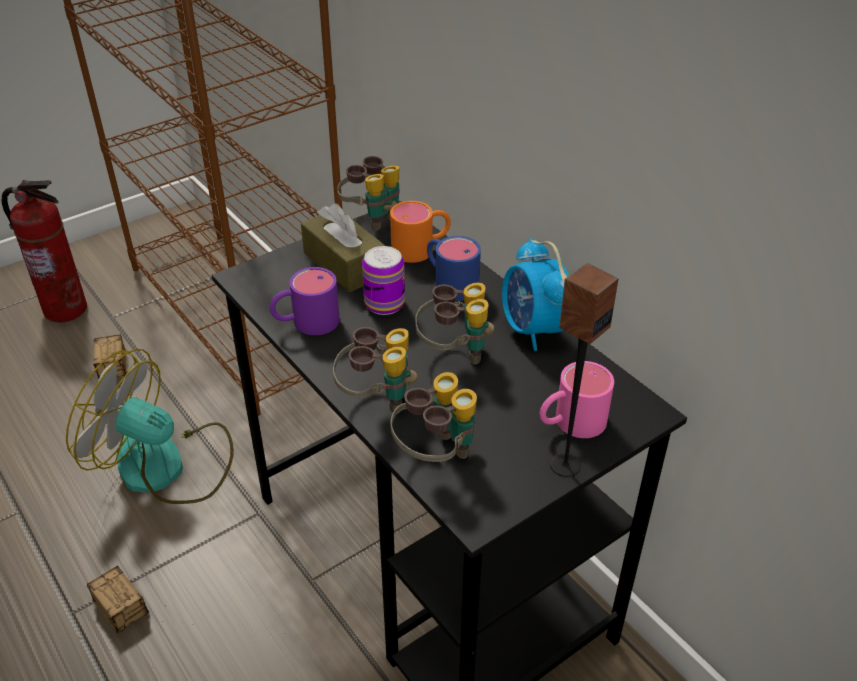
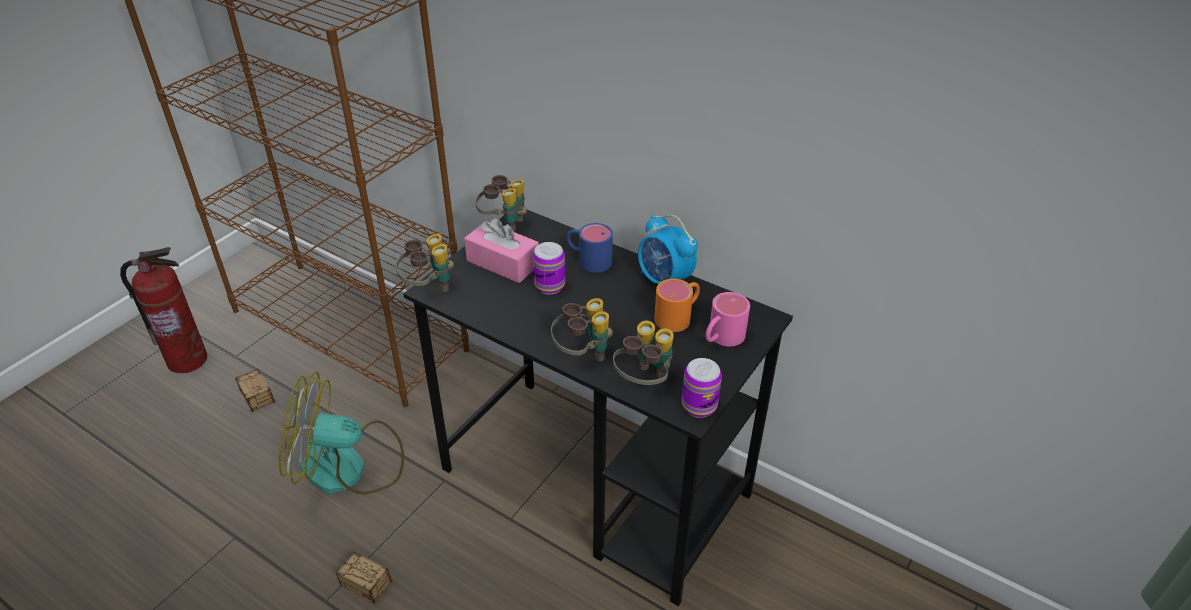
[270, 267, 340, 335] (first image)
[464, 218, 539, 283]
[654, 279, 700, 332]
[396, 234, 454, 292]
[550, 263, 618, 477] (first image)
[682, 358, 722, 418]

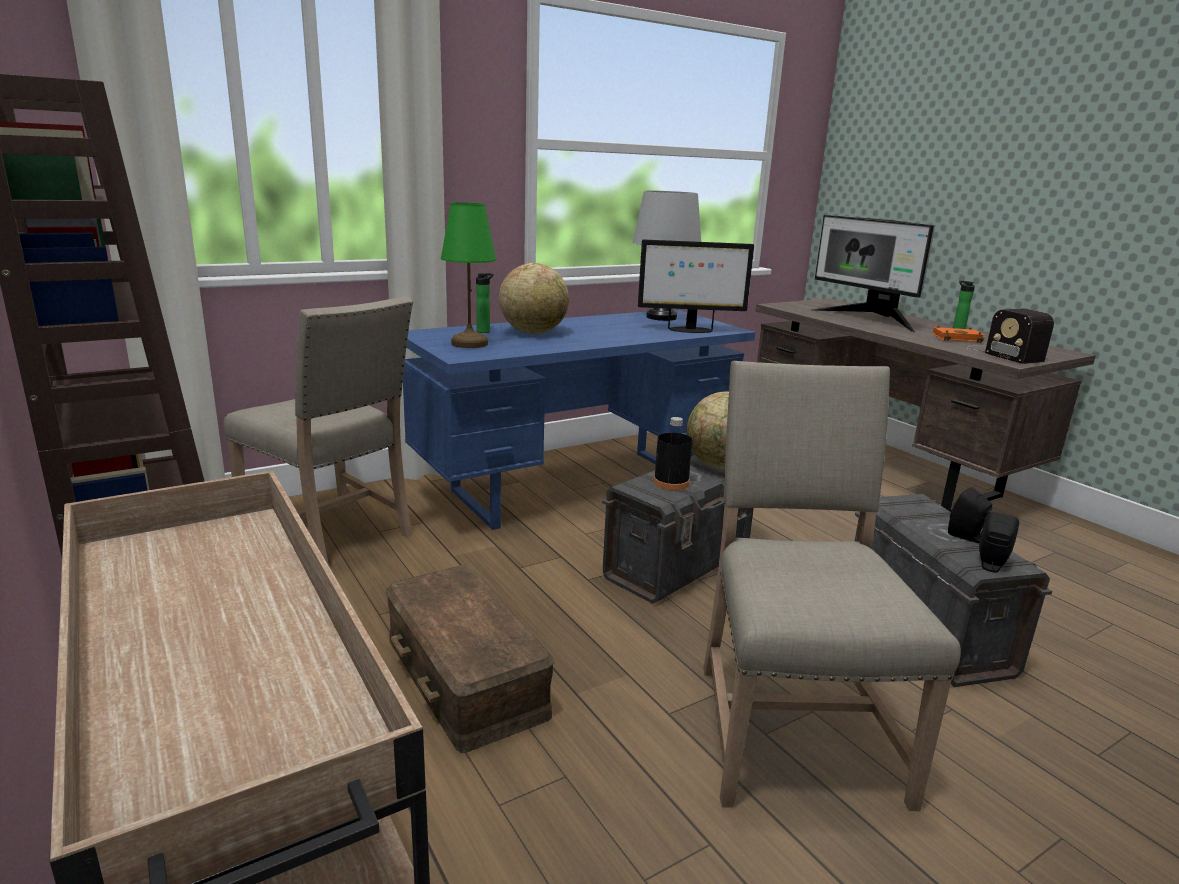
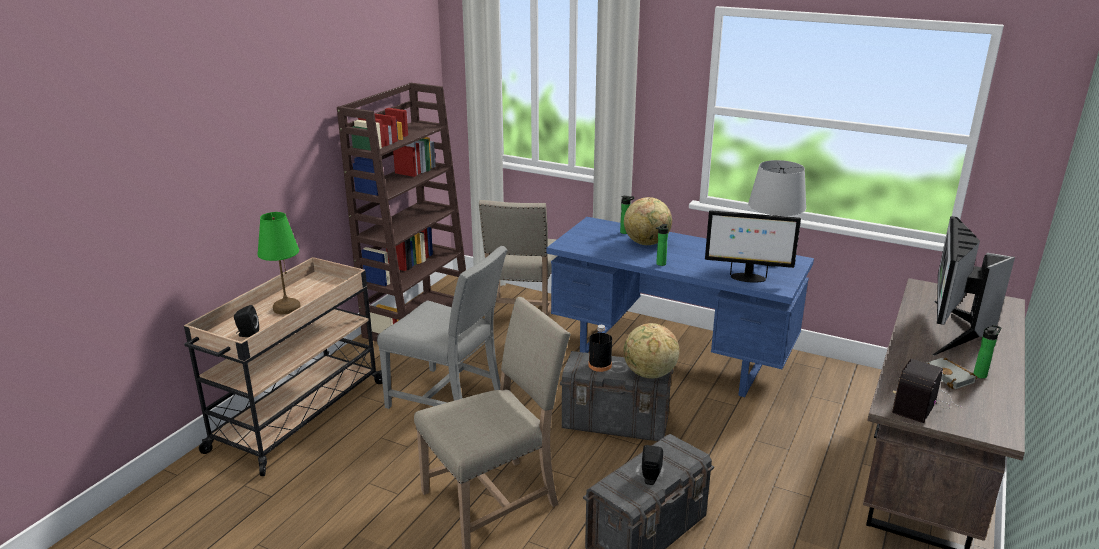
[377, 246, 508, 409]
[257, 212, 301, 315]
[705, 210, 801, 283]
[927, 358, 977, 389]
[234, 305, 259, 337]
[656, 224, 668, 266]

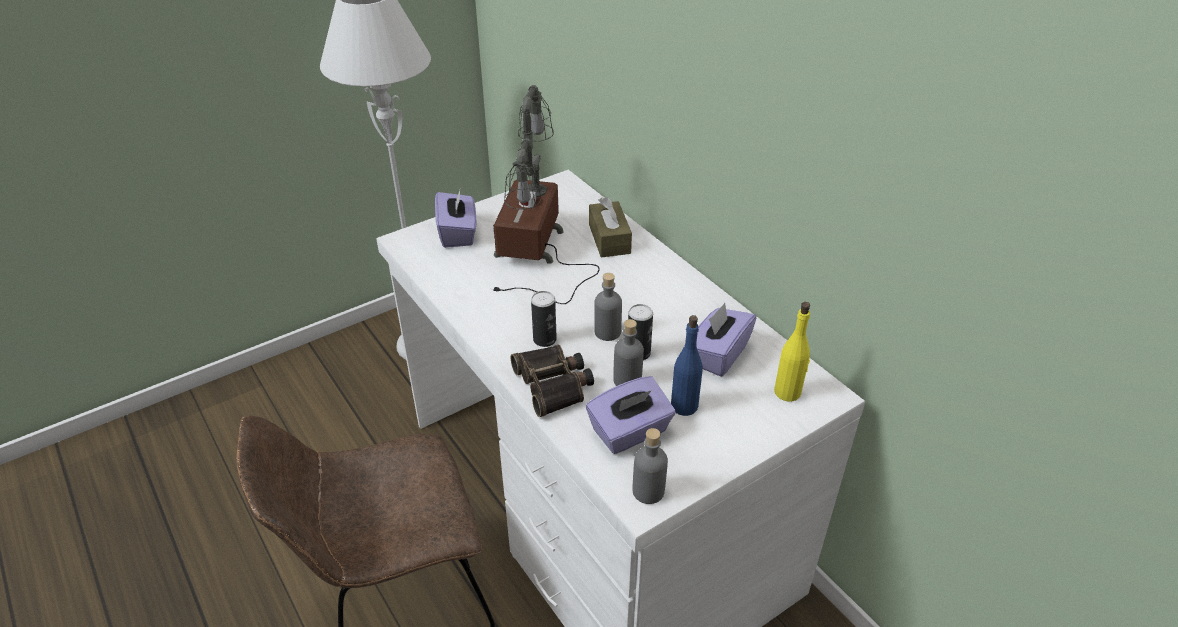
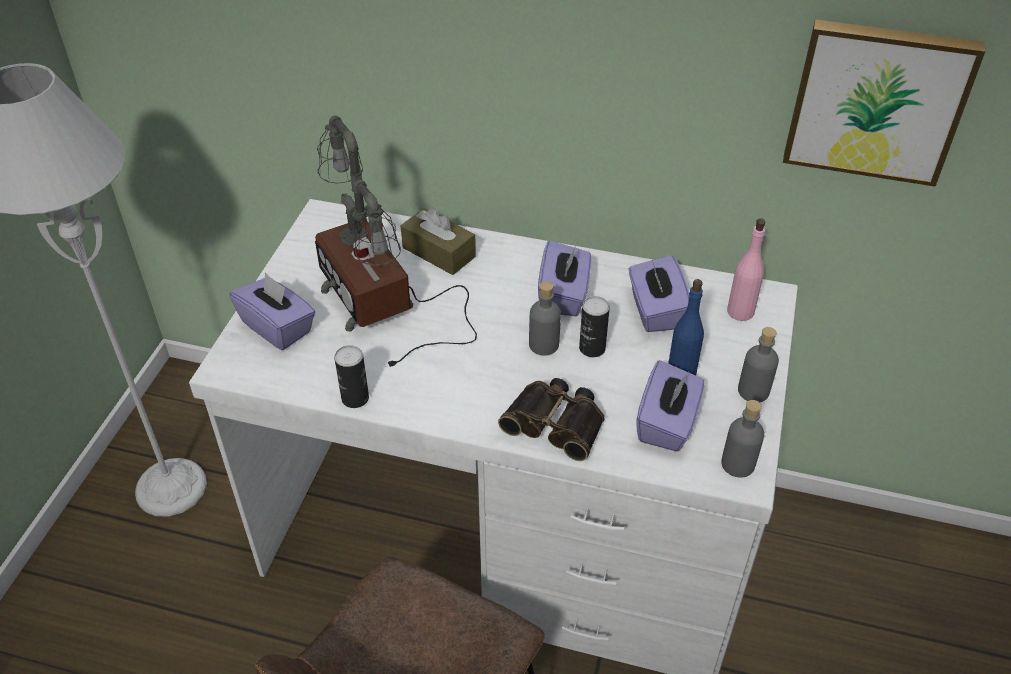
[334, 345, 369, 408]
[738, 327, 779, 402]
[727, 218, 765, 321]
[538, 241, 591, 316]
[783, 19, 985, 187]

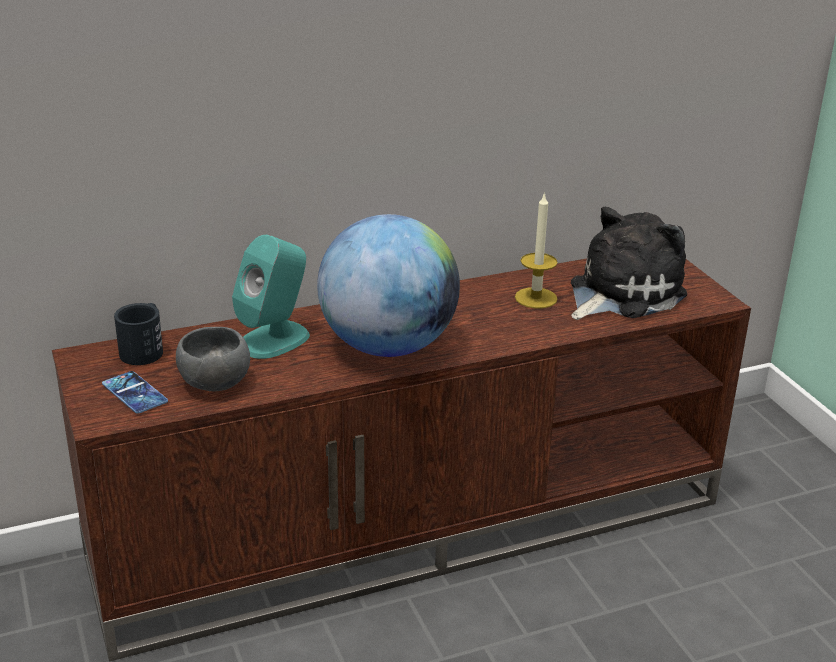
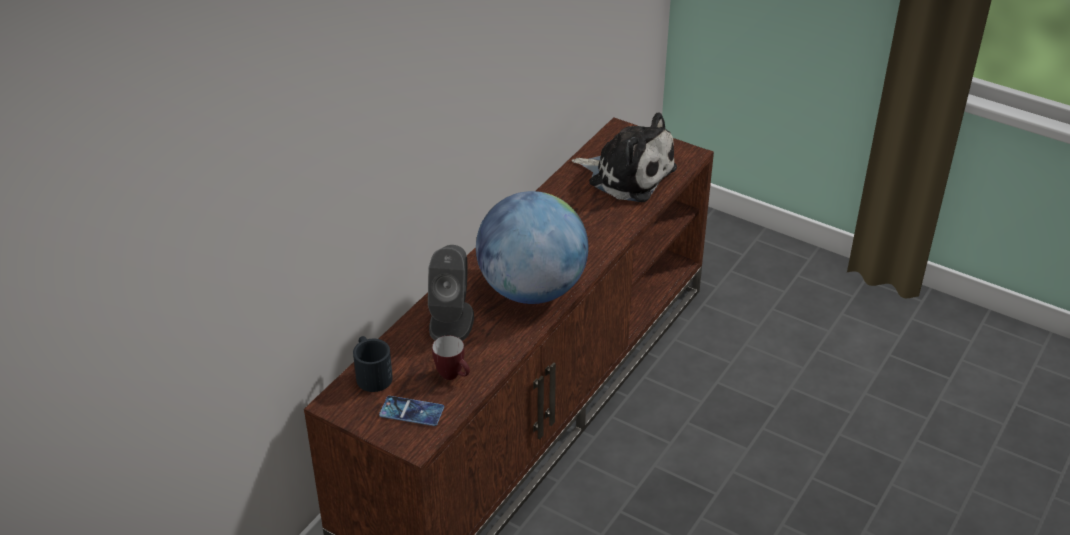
[432, 335, 470, 380]
[428, 245, 474, 341]
[515, 192, 558, 309] (first image)
[572, 112, 677, 202]

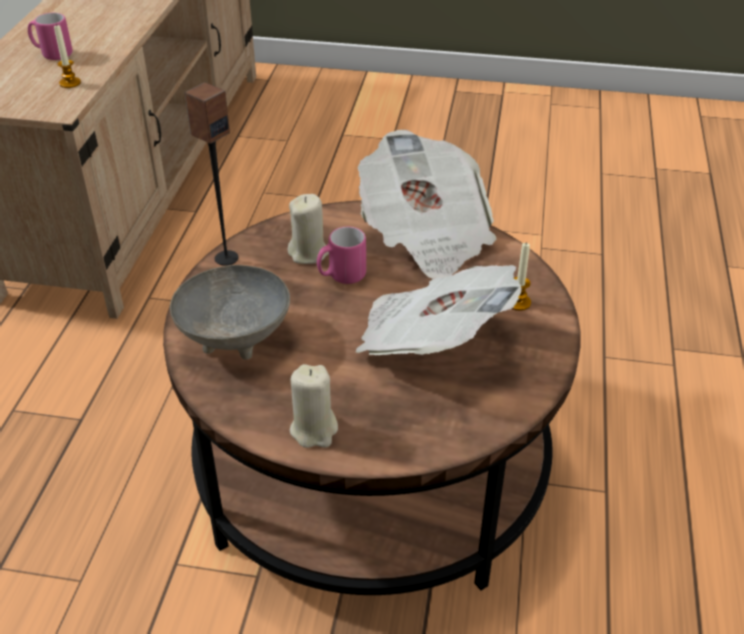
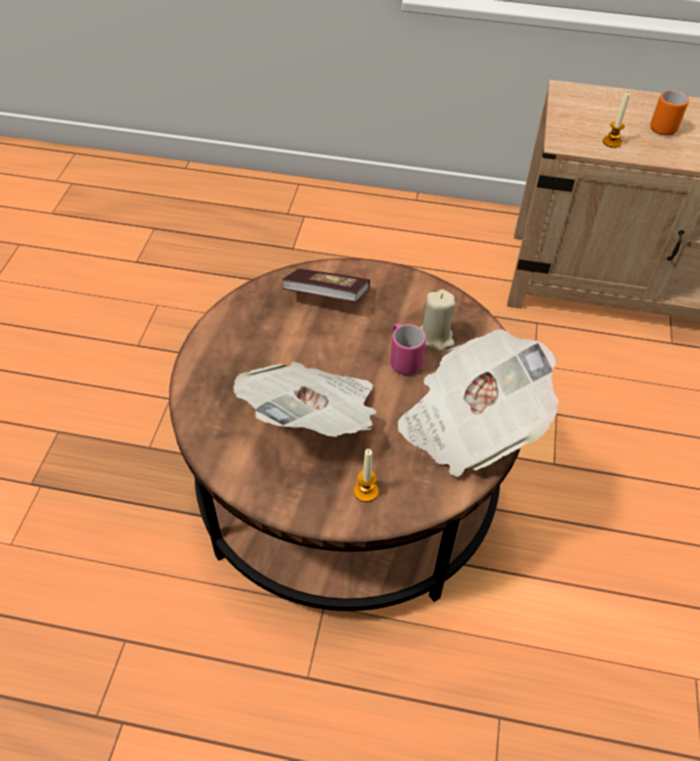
[650, 90, 689, 136]
[282, 269, 370, 302]
[185, 82, 239, 266] (first image)
[290, 364, 338, 448] (first image)

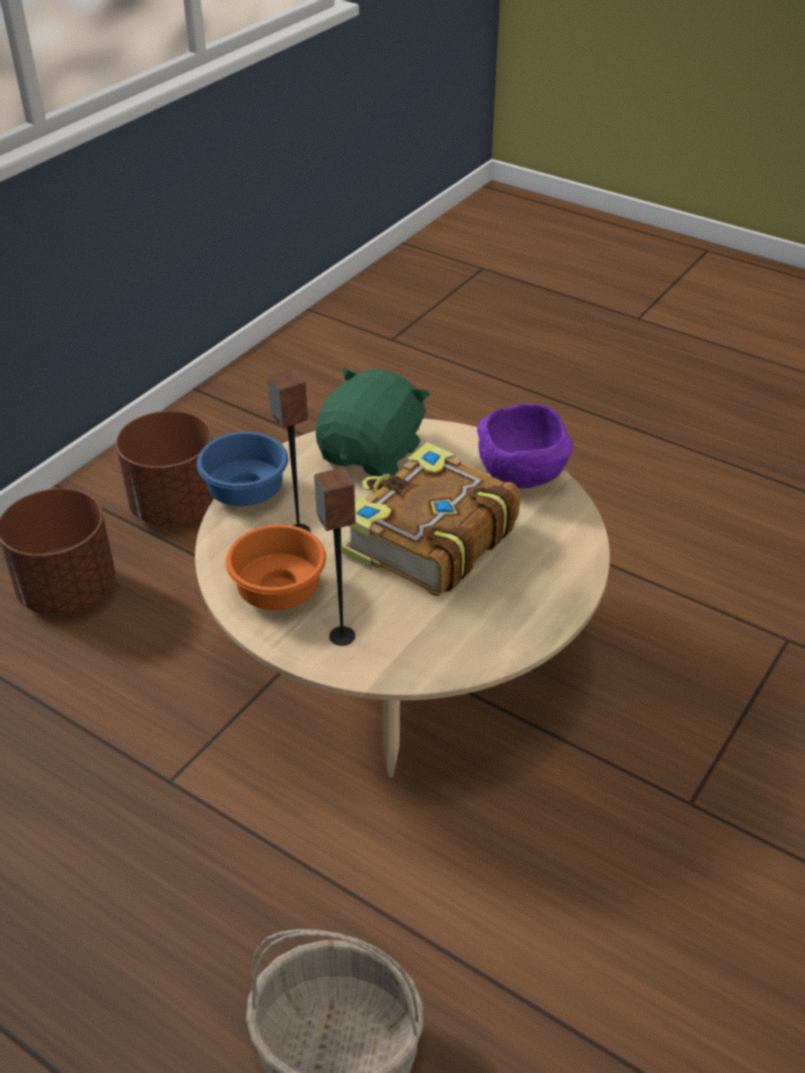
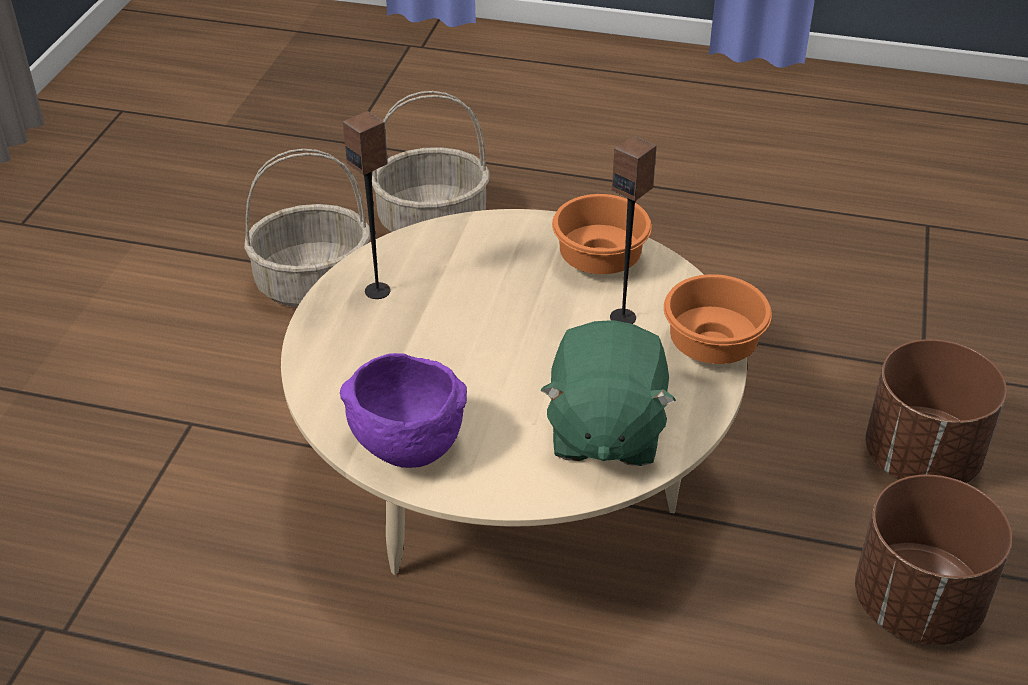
[664, 274, 772, 364]
[343, 111, 391, 299]
[342, 442, 520, 596] (first image)
[244, 149, 370, 307]

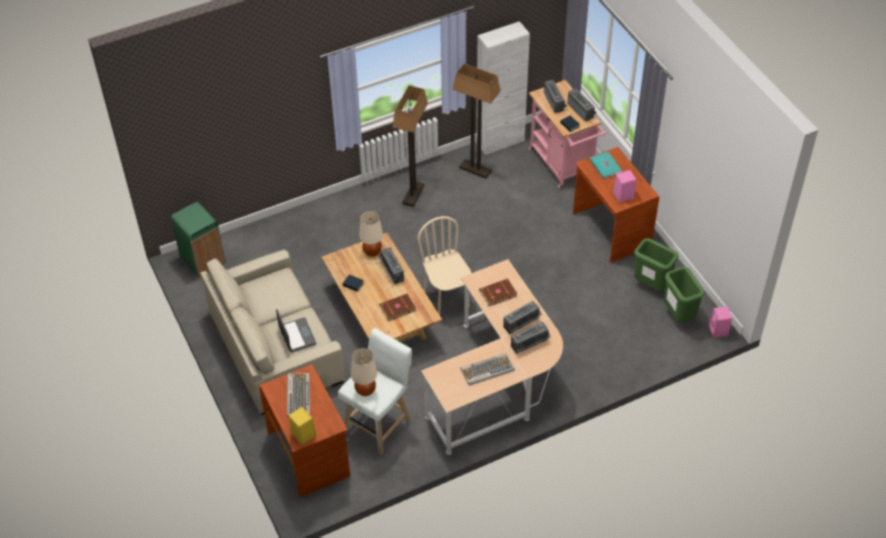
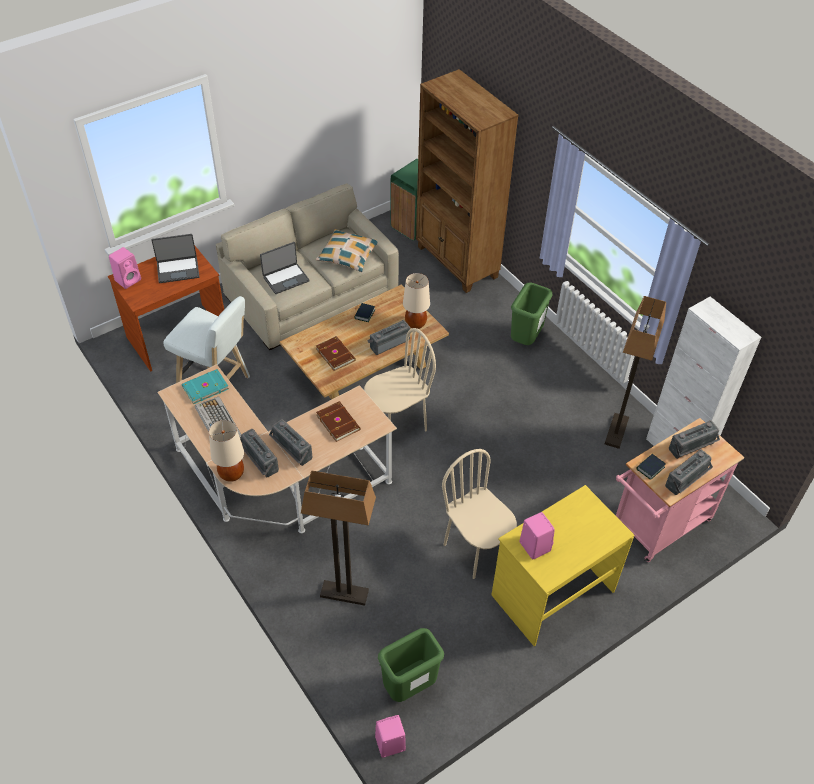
[152, 234, 199, 283]
[109, 247, 141, 289]
[209, 420, 244, 482]
[301, 470, 376, 606]
[492, 485, 635, 646]
[182, 369, 229, 404]
[511, 283, 553, 345]
[315, 229, 377, 272]
[416, 69, 519, 293]
[442, 449, 517, 579]

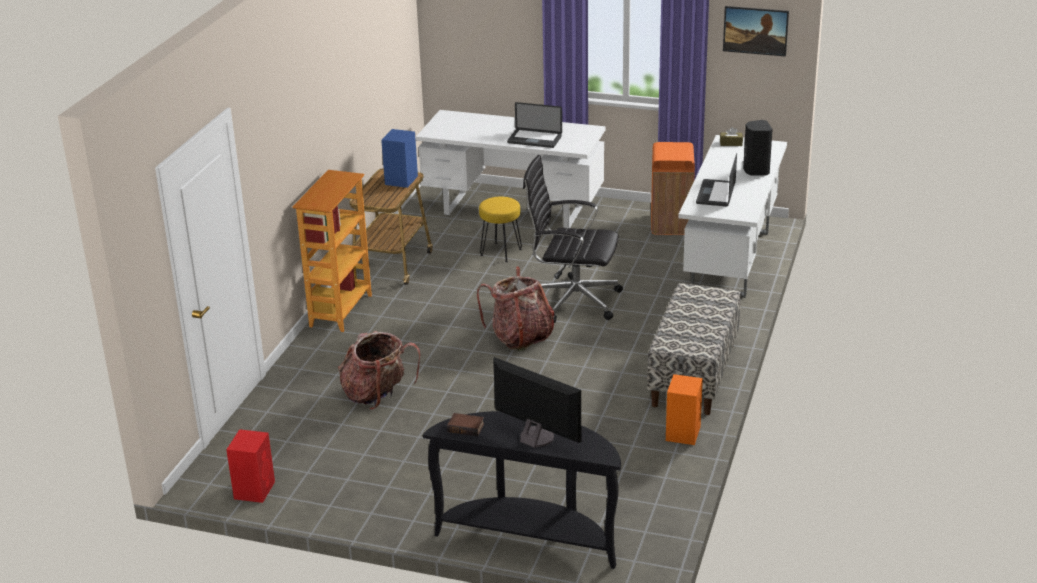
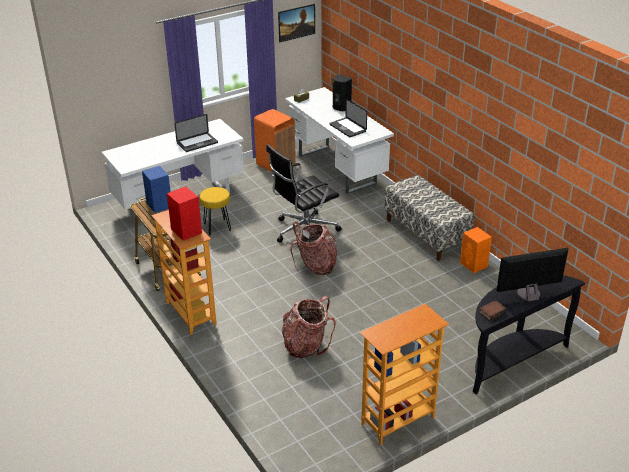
[167, 186, 202, 241]
[360, 304, 449, 445]

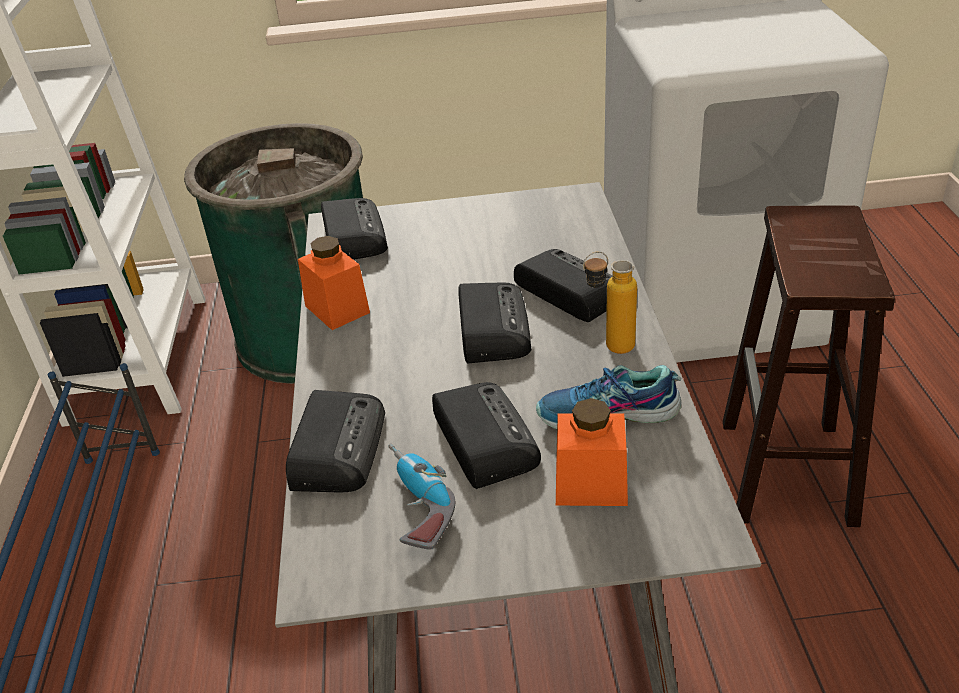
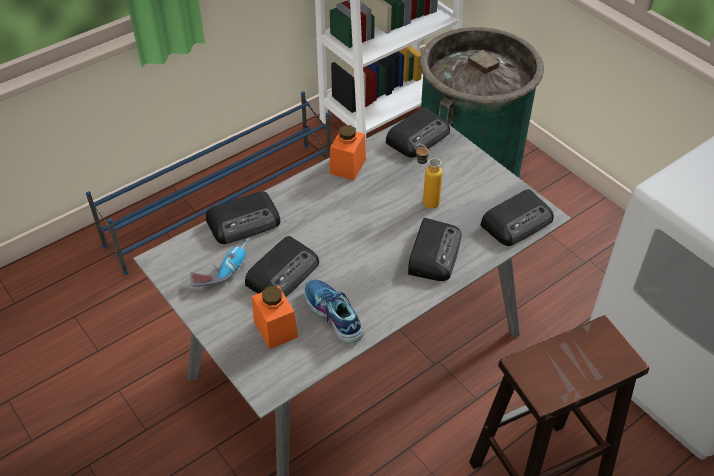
[480, 189, 554, 246]
[416, 144, 442, 209]

